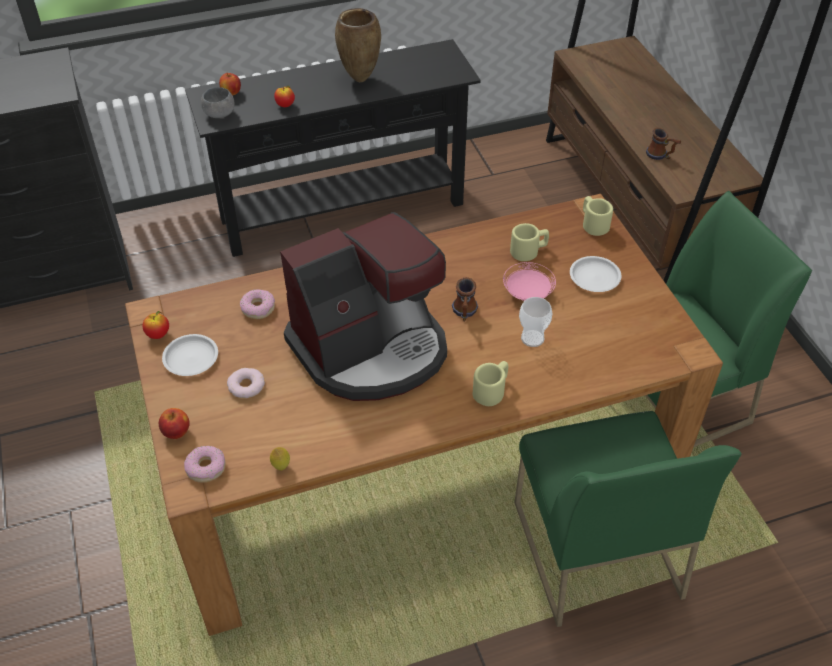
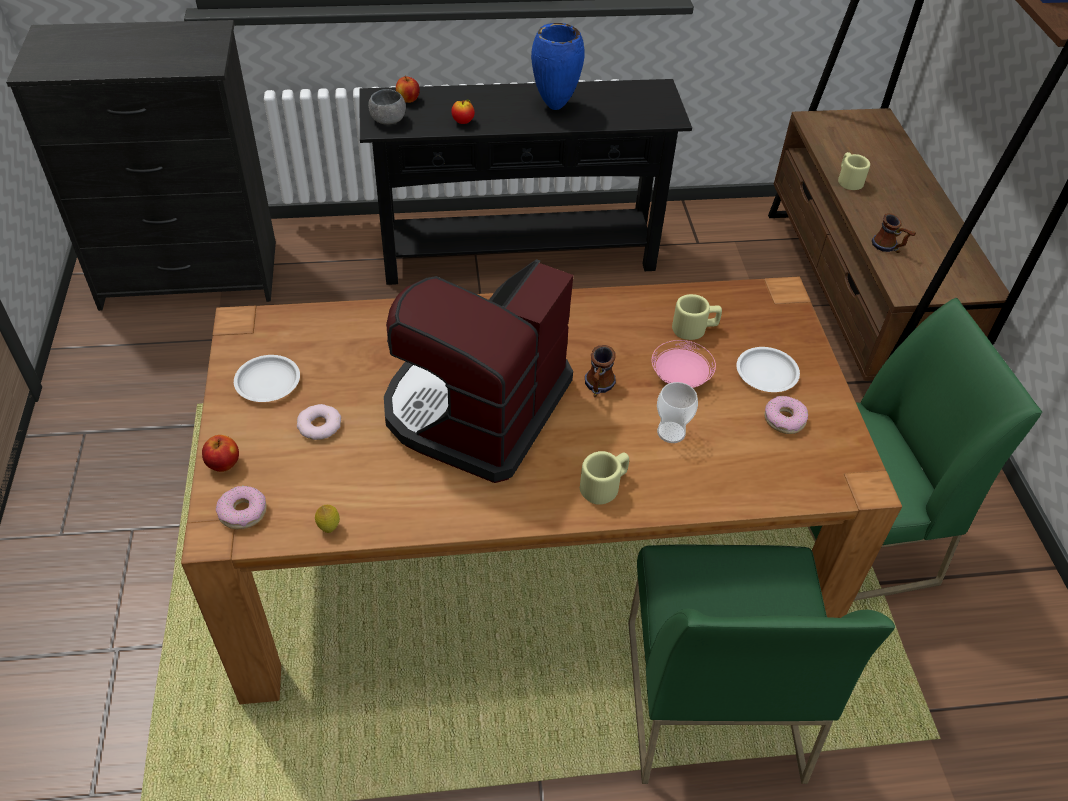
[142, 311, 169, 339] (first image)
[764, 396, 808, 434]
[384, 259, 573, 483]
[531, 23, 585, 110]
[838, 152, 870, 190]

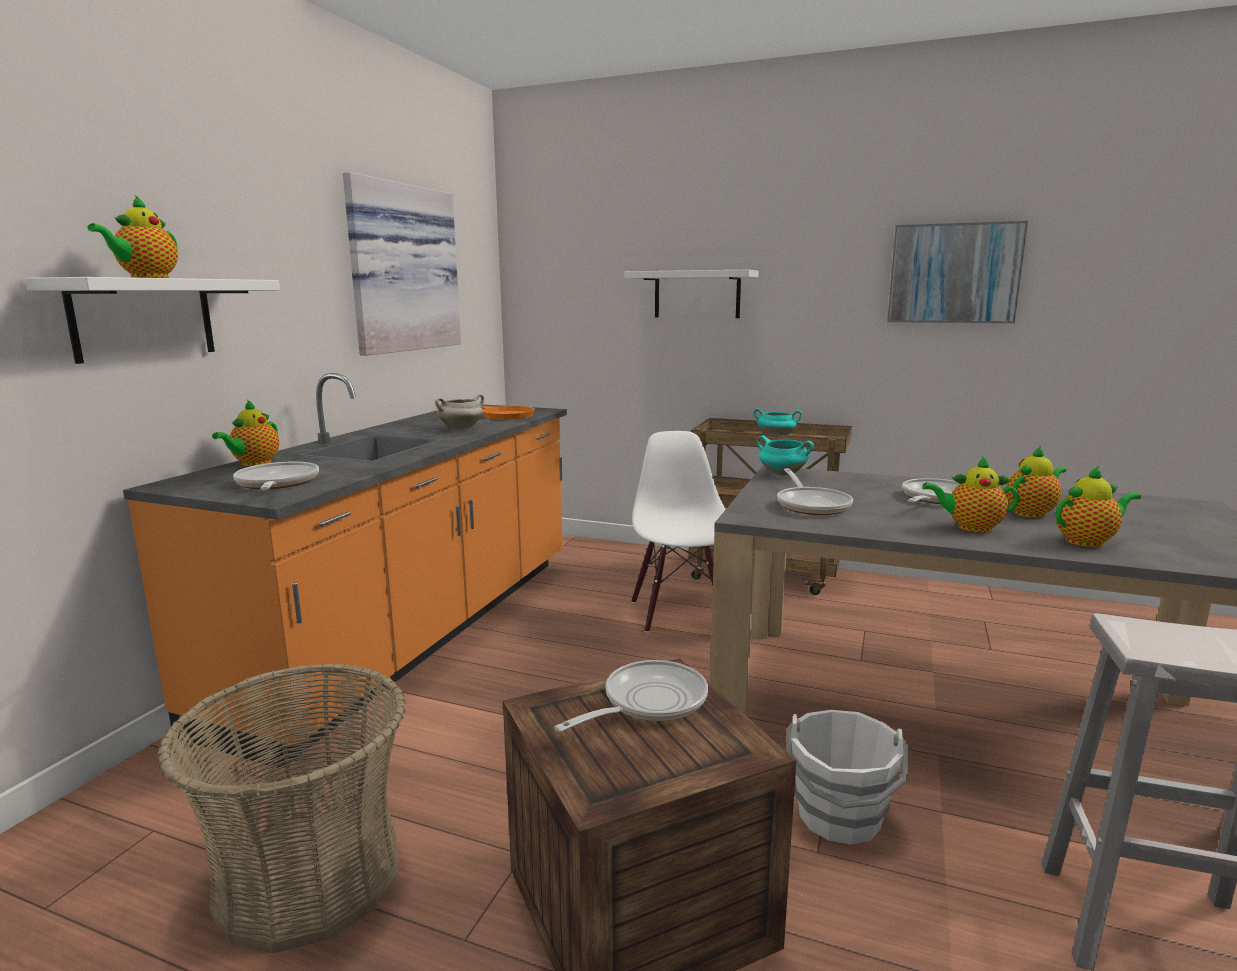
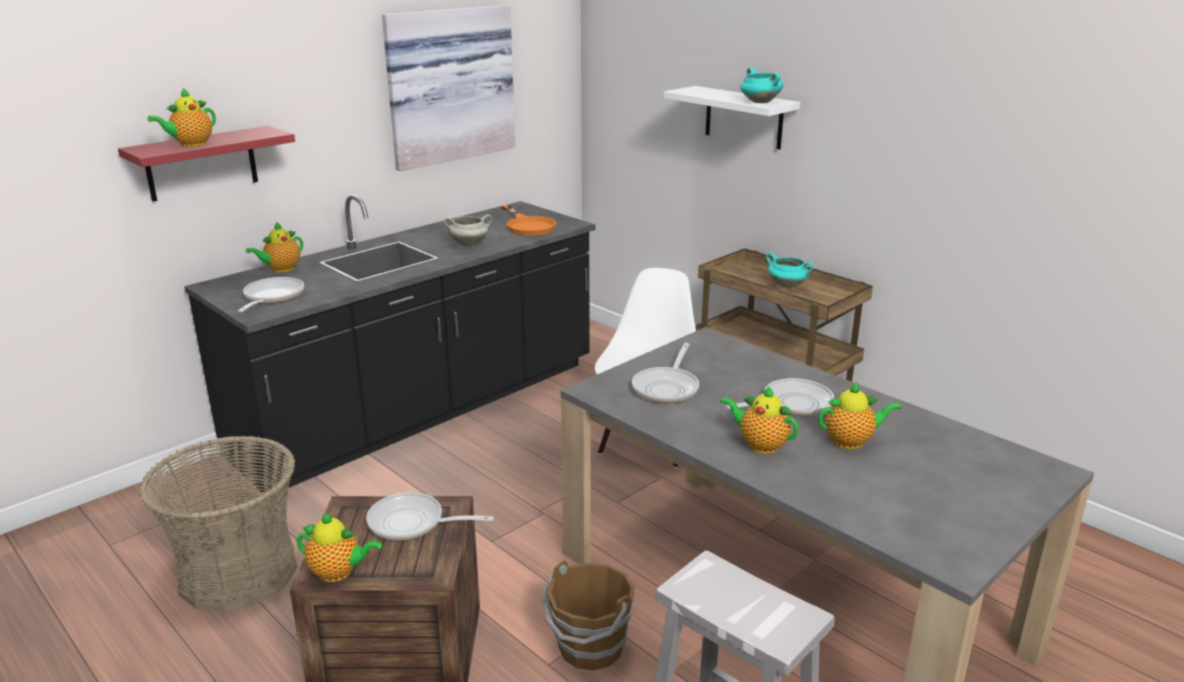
[118, 126, 295, 202]
[184, 195, 596, 492]
[366, 492, 494, 541]
[740, 67, 783, 103]
[542, 560, 635, 671]
[887, 221, 1028, 323] (first image)
[297, 512, 382, 582]

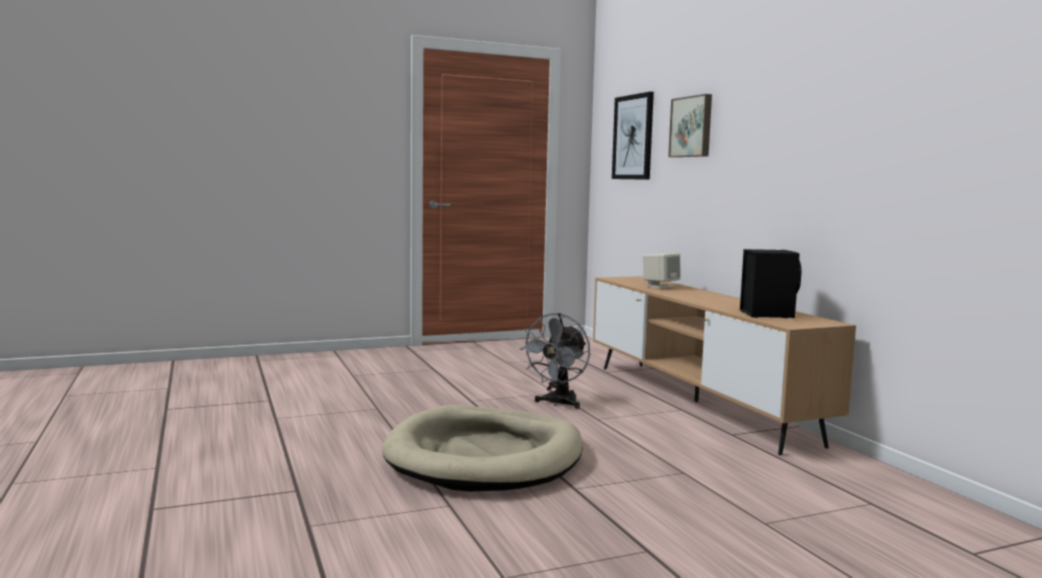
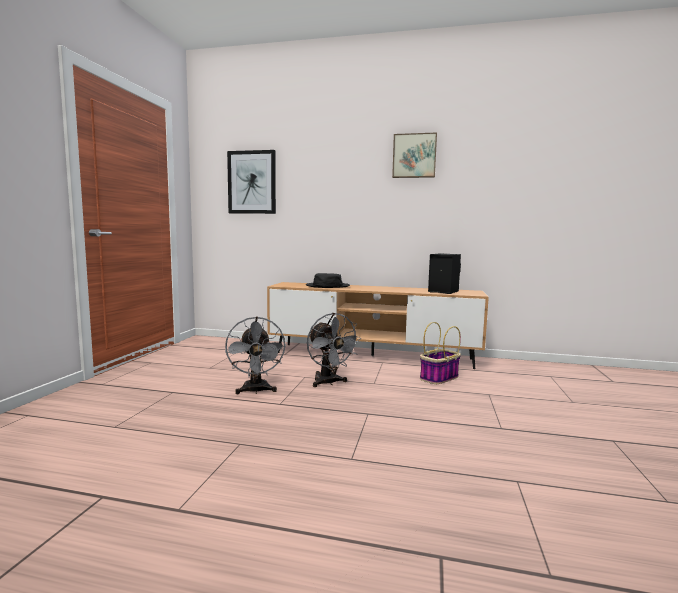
[382, 405, 583, 492] (first image)
[306, 273, 350, 288]
[392, 132, 437, 178]
[225, 317, 286, 394]
[420, 322, 461, 384]

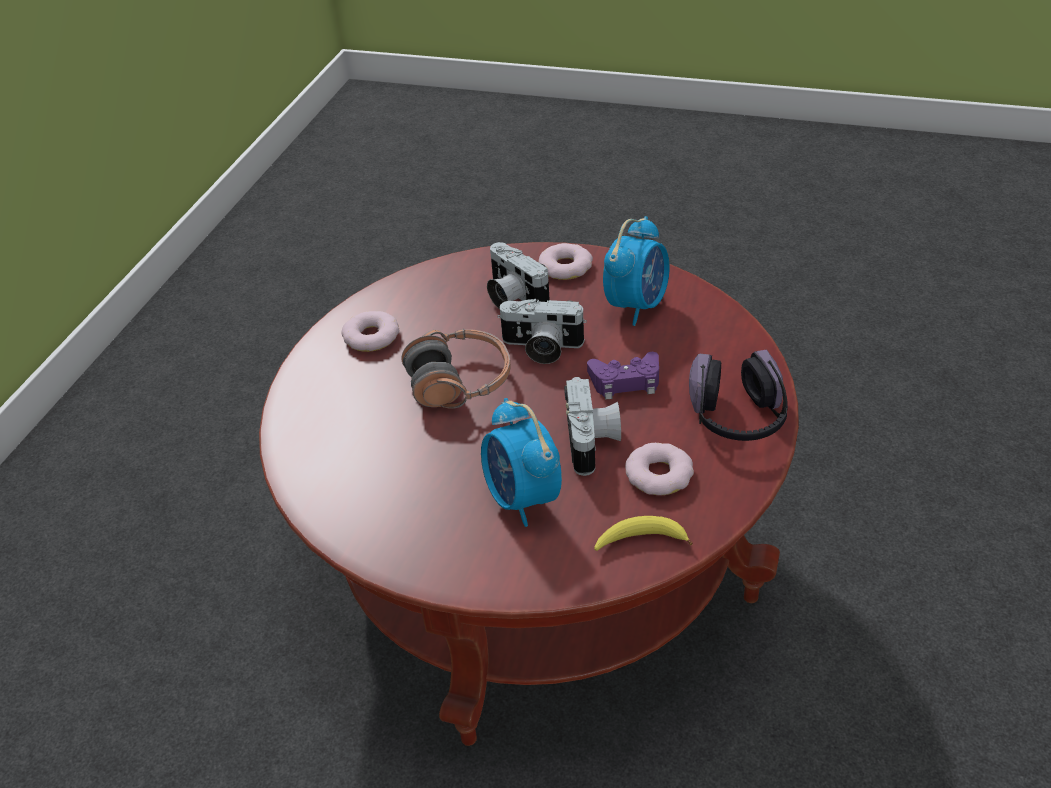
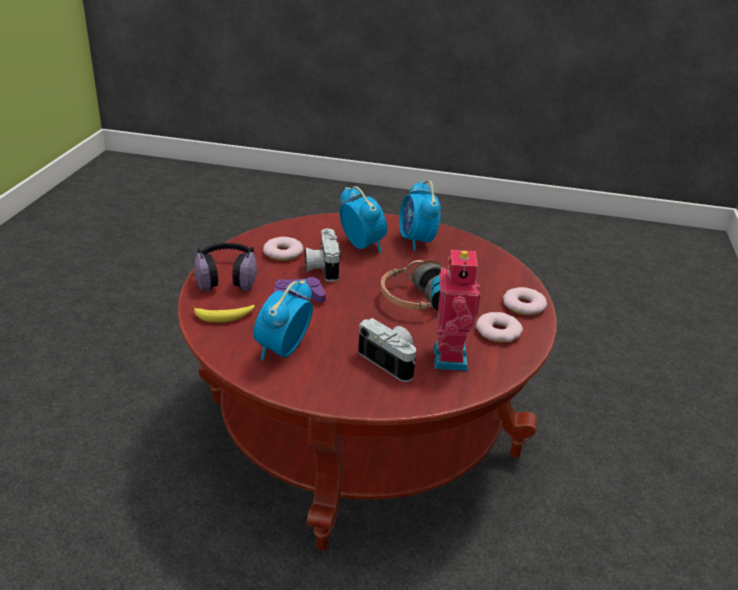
[497, 299, 587, 364] (first image)
[503, 287, 547, 315]
[192, 305, 255, 322]
[399, 180, 441, 251]
[431, 245, 480, 371]

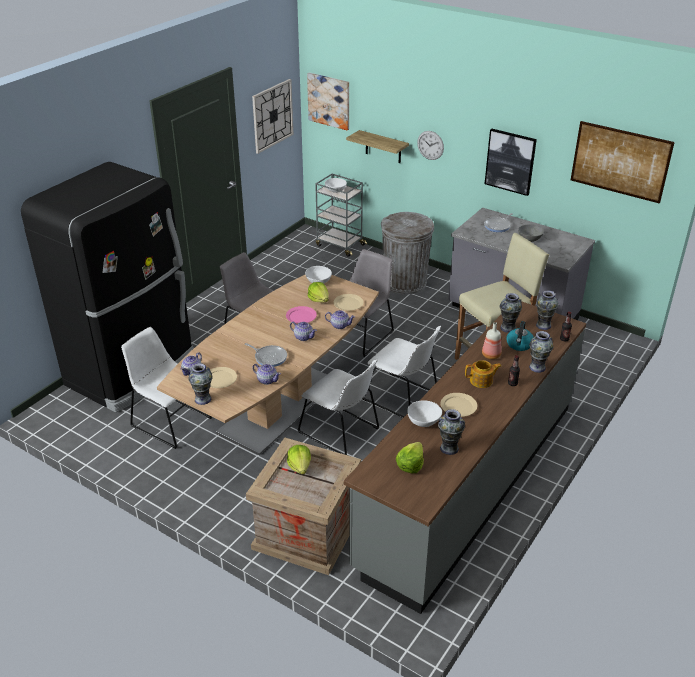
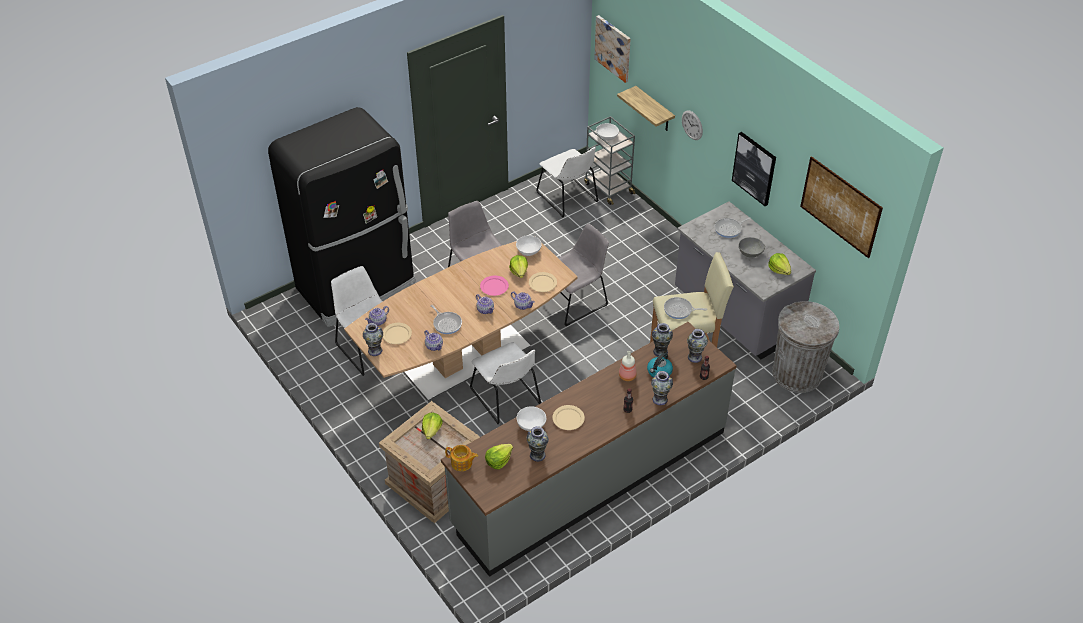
[252, 79, 294, 154] (first image)
[536, 147, 598, 217]
[772, 301, 839, 393]
[445, 445, 478, 471]
[664, 297, 707, 319]
[769, 253, 791, 275]

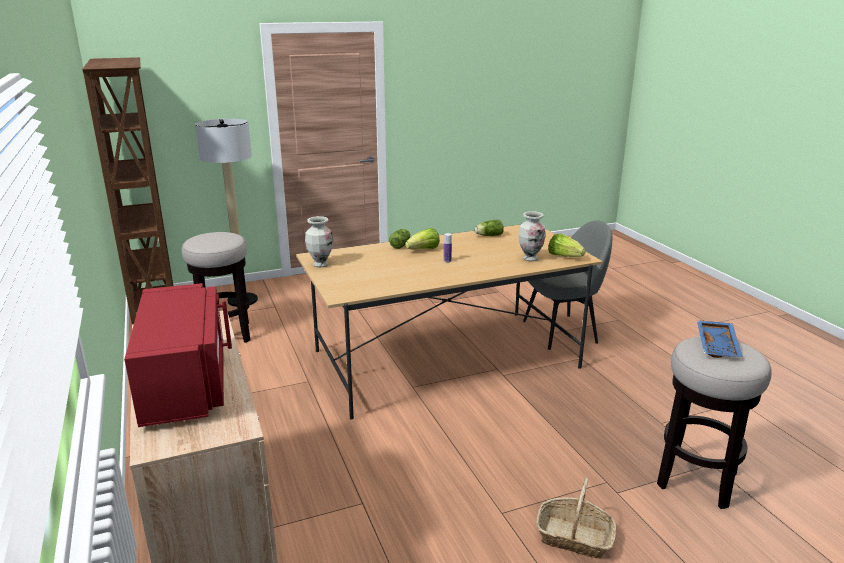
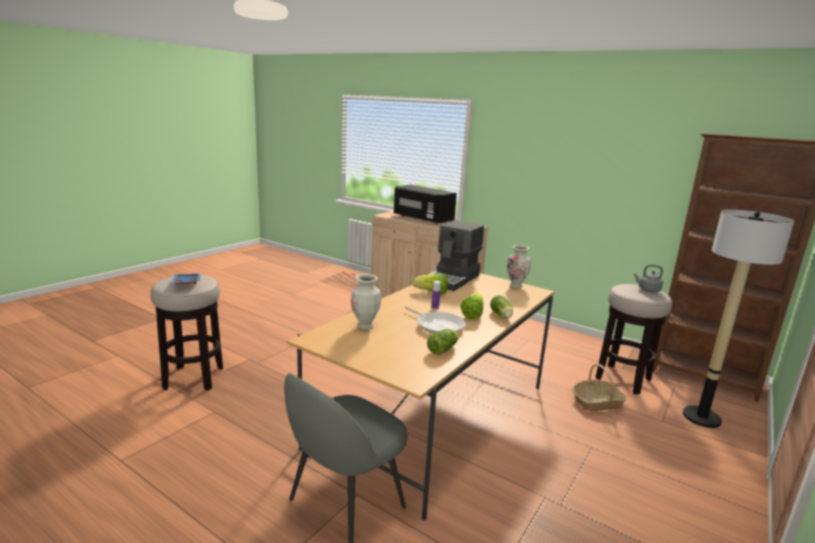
[394, 185, 457, 224]
[572, 364, 627, 411]
[413, 274, 448, 295]
[405, 307, 465, 334]
[428, 220, 484, 291]
[634, 265, 663, 292]

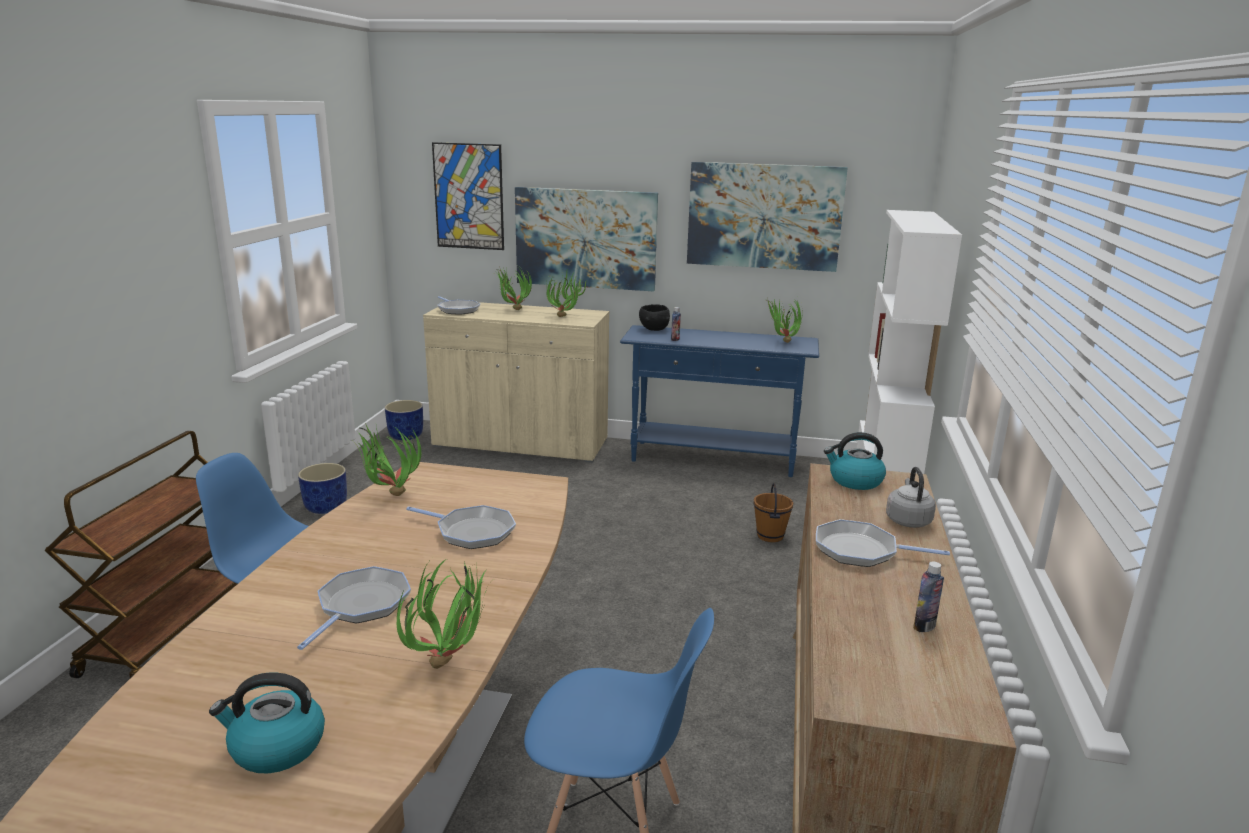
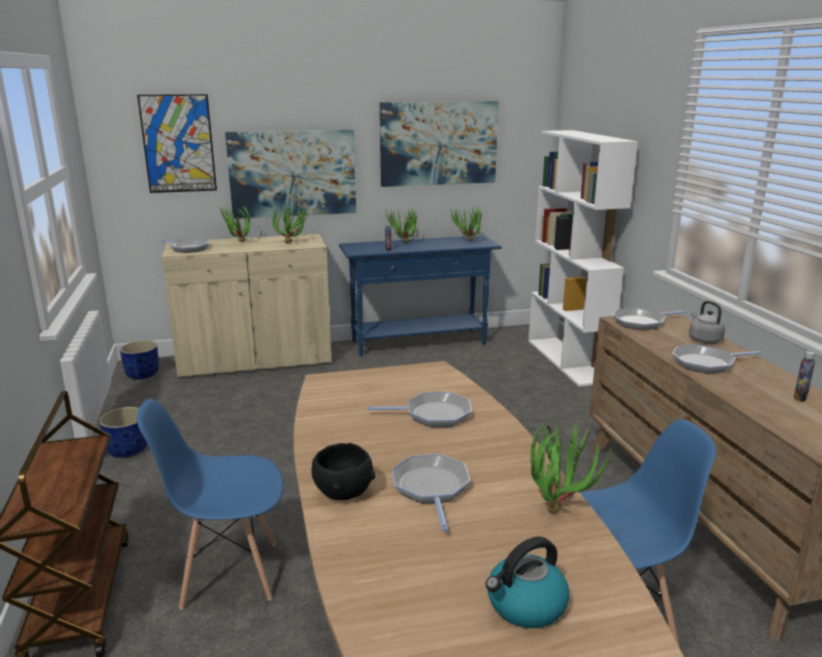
[385, 207, 417, 243]
[311, 443, 375, 500]
[754, 483, 793, 542] (first image)
[613, 307, 686, 330]

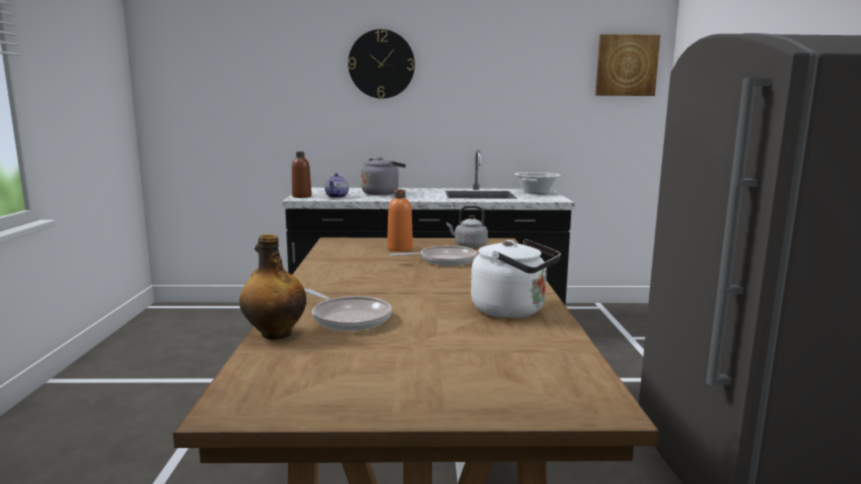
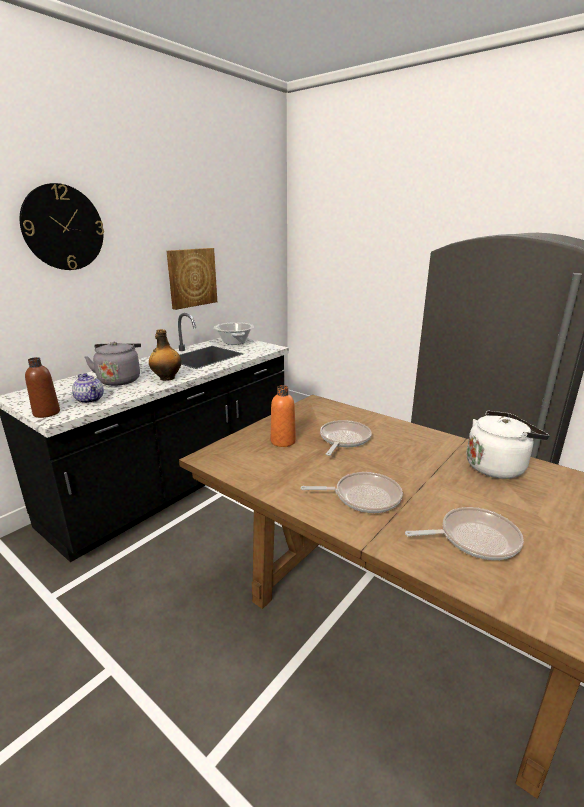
[149, 329, 182, 381]
[446, 206, 488, 248] (first image)
[167, 248, 217, 310]
[300, 472, 403, 513]

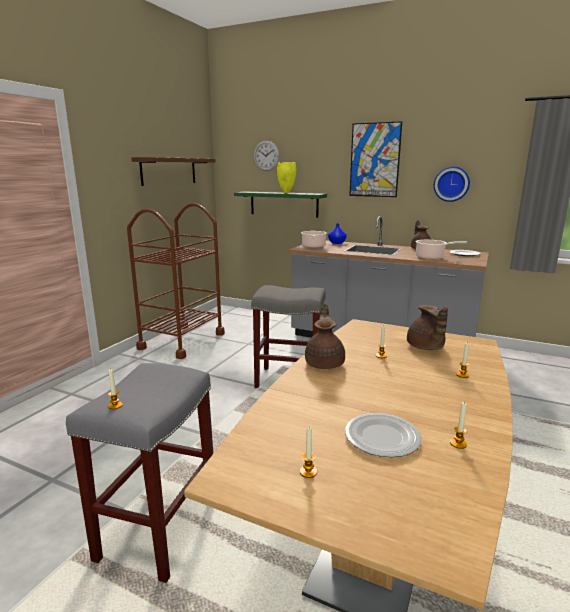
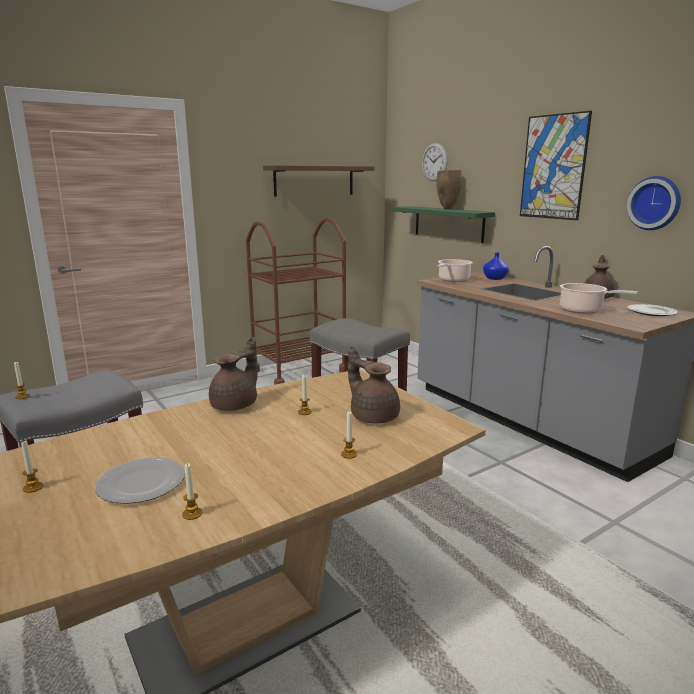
[436, 170, 462, 210]
[348, 346, 400, 424]

